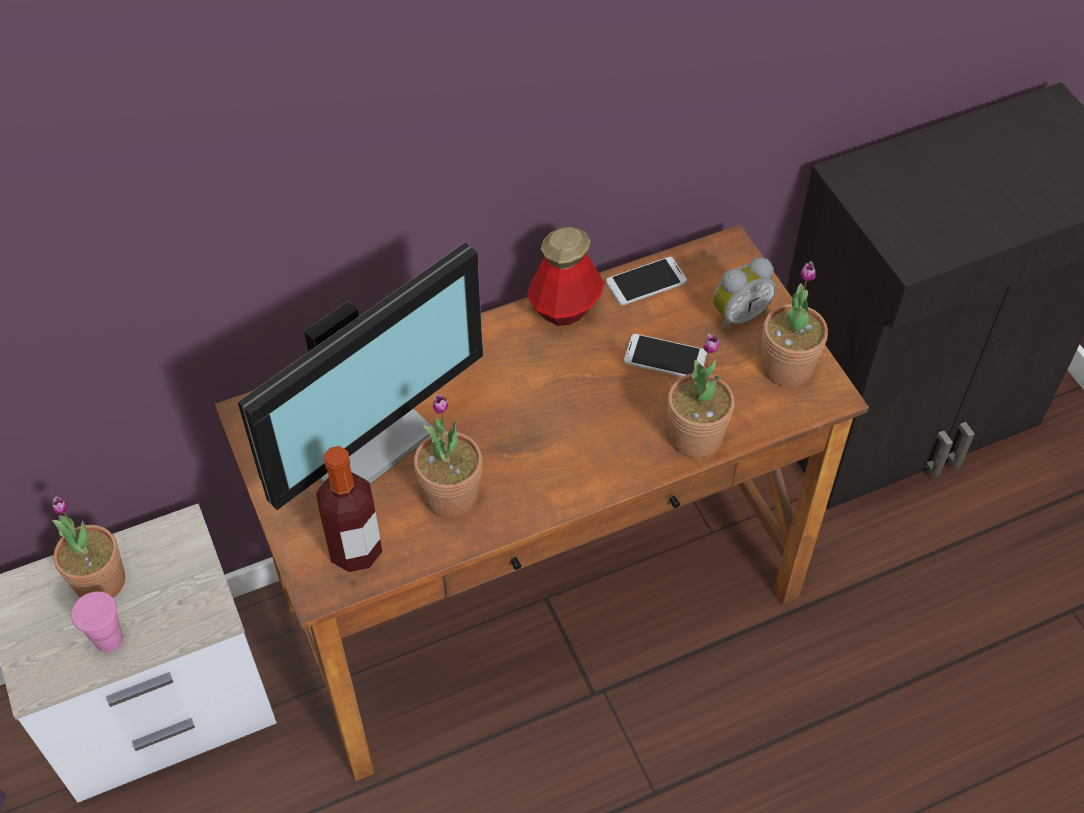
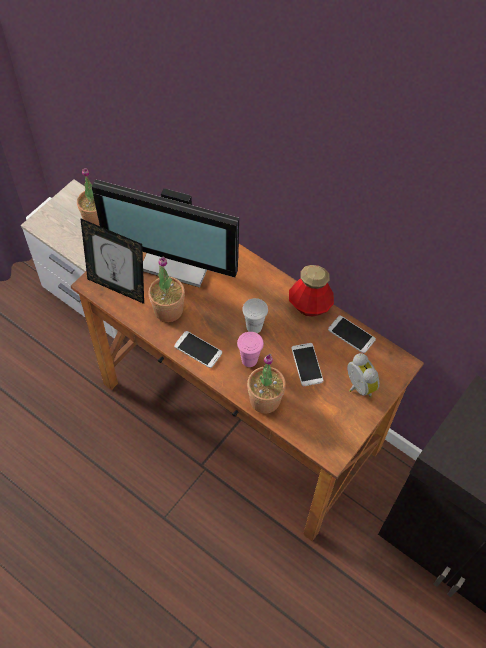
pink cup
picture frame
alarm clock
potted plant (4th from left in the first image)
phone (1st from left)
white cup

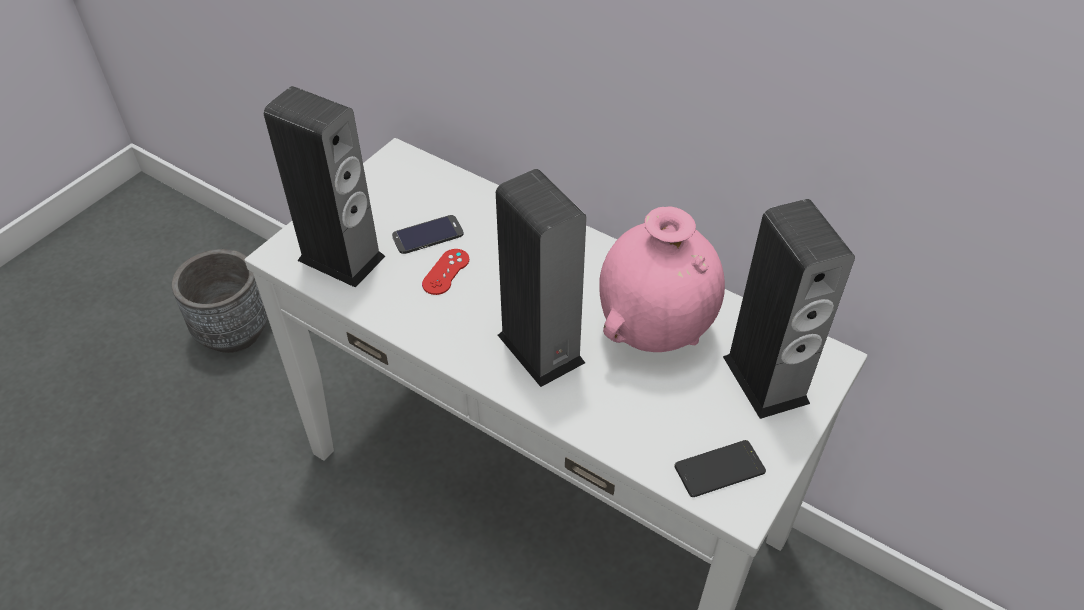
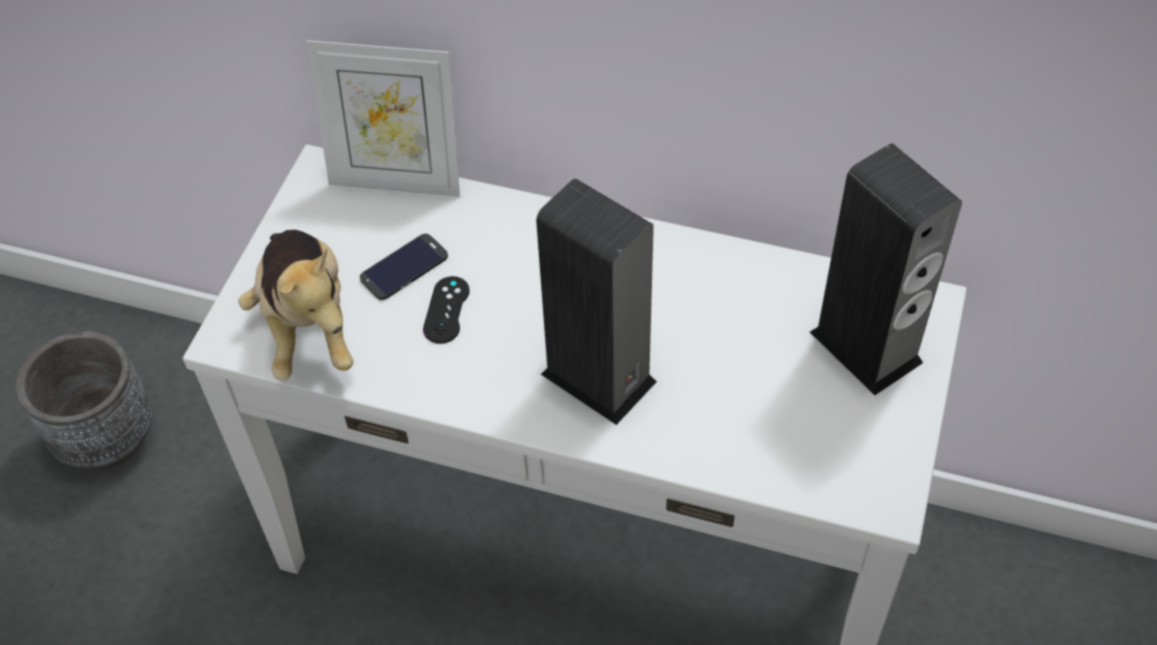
plush toy
black game controller
pink vase
phone (2nd from left in the first image)
picture frame

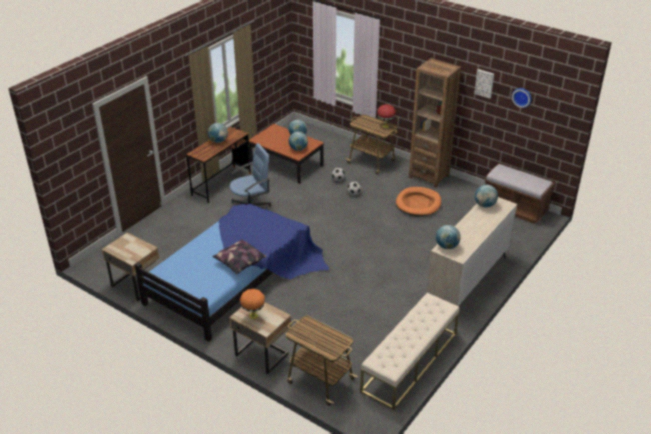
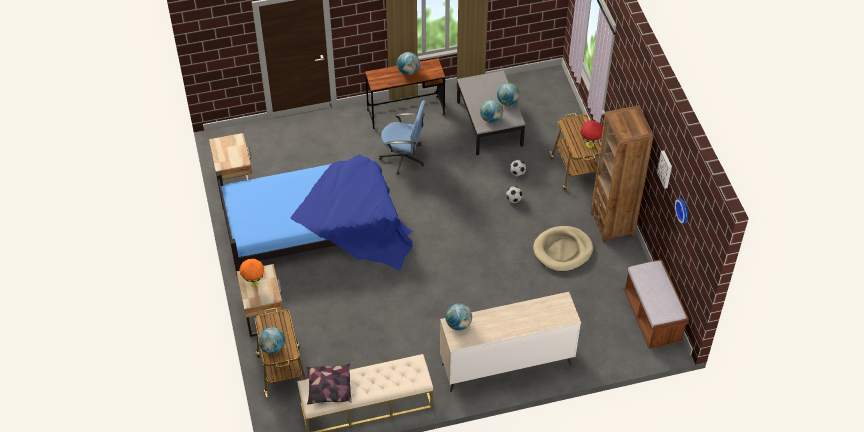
pillow
grey coffee table
beige dog bed
globe (1st from left)

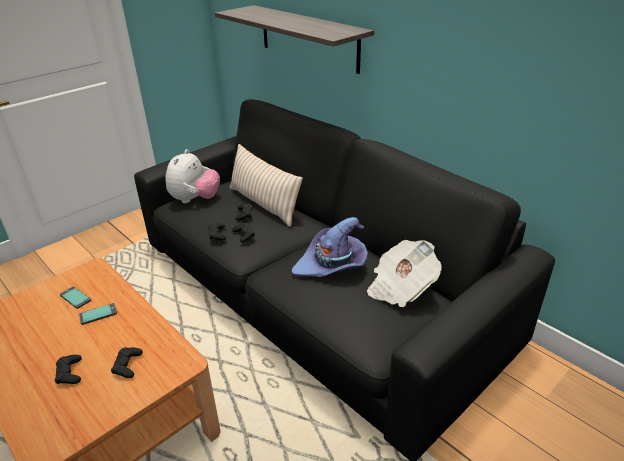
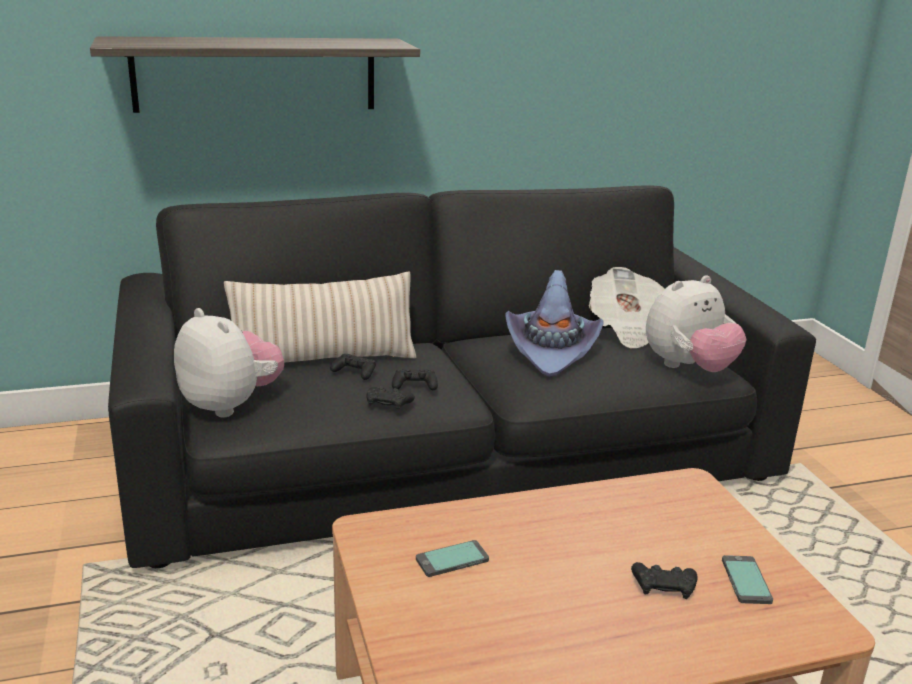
phone (2nd from left)
black game controller (2nd from left in the first image)
plush toy (2nd from left)

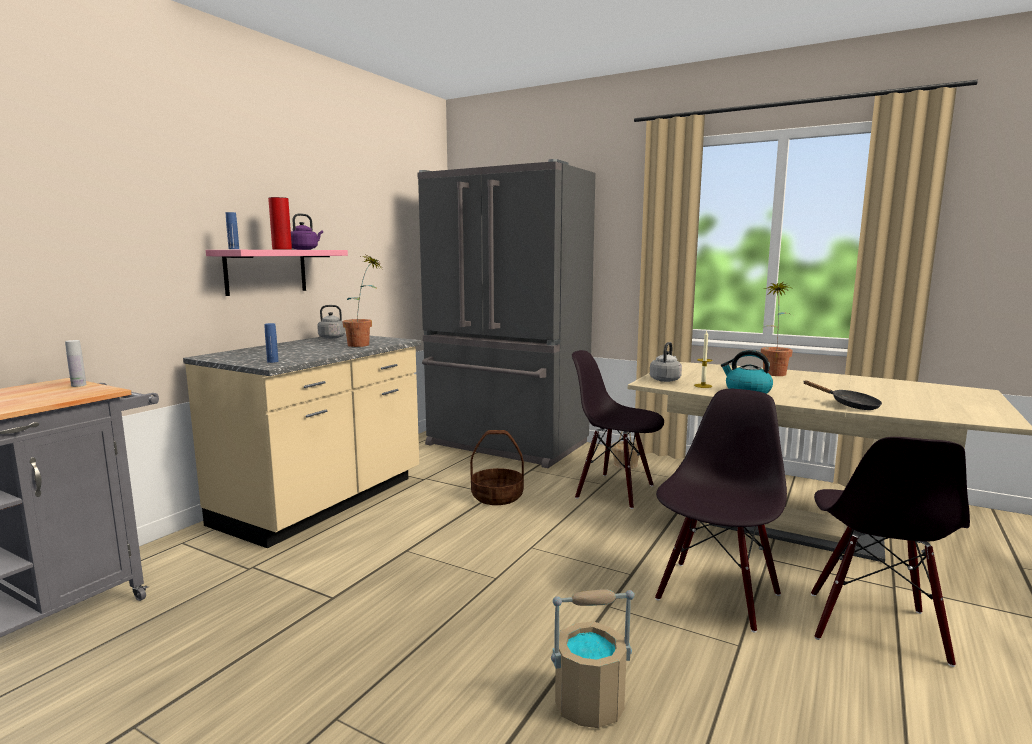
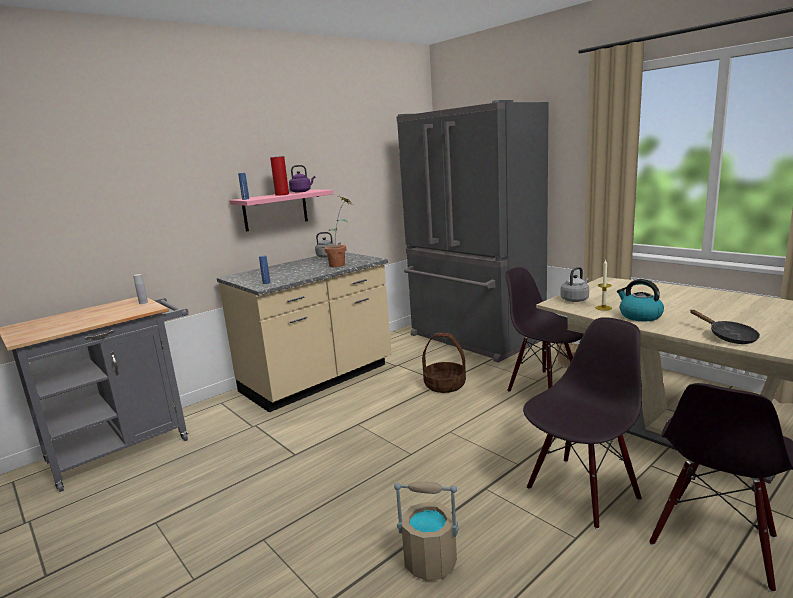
potted plant (2nd from left in the first image)

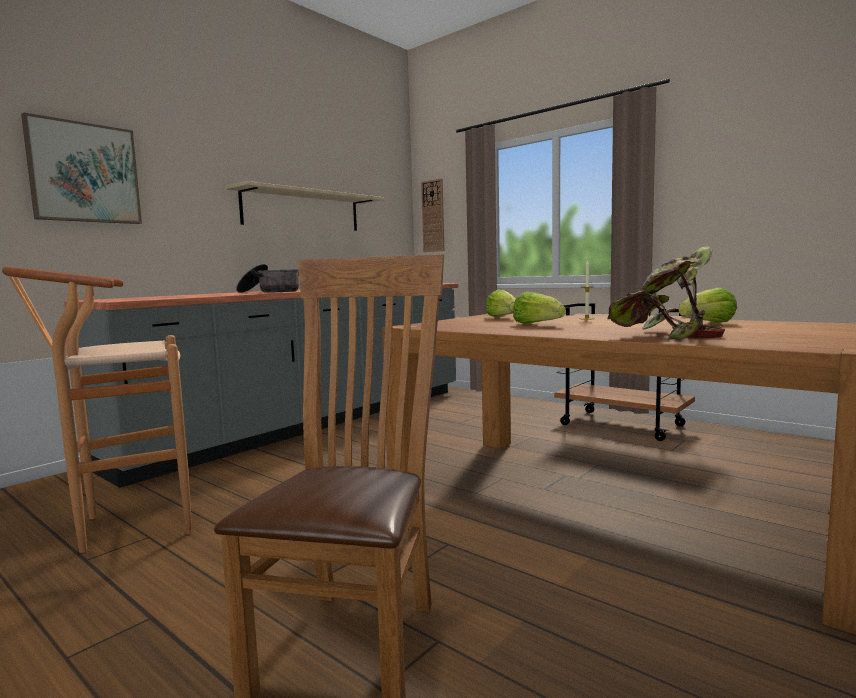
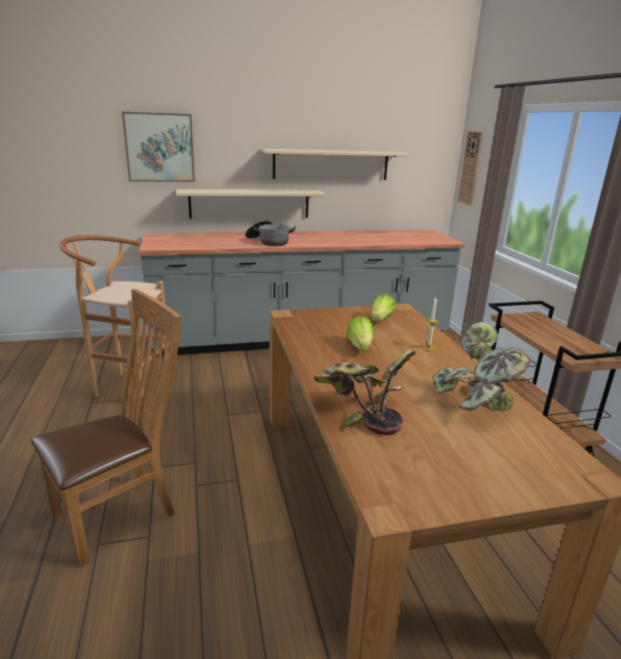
potted plant (2nd from left)
beige shelf (1st from left)

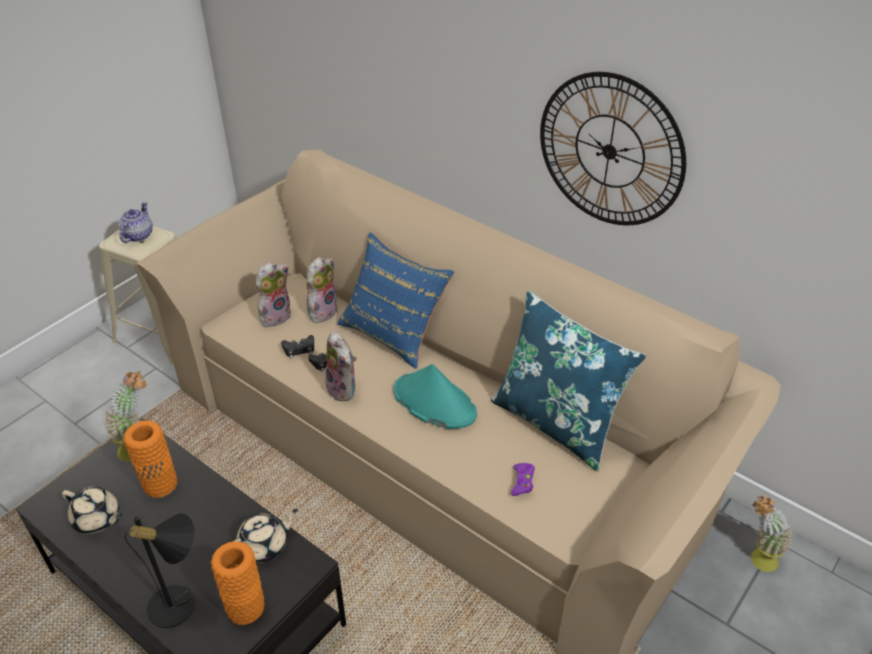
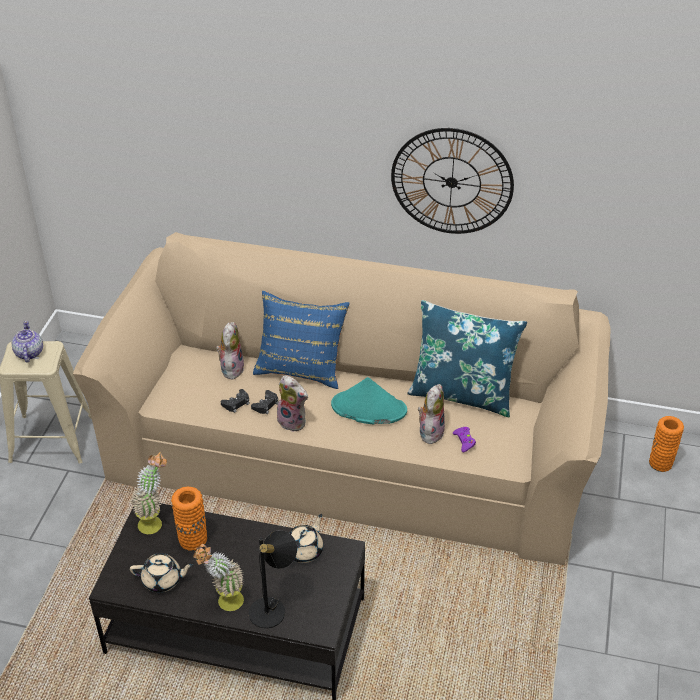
orange vase (2nd from left)
plush toy (3rd from left)
potted plant (2nd from left)

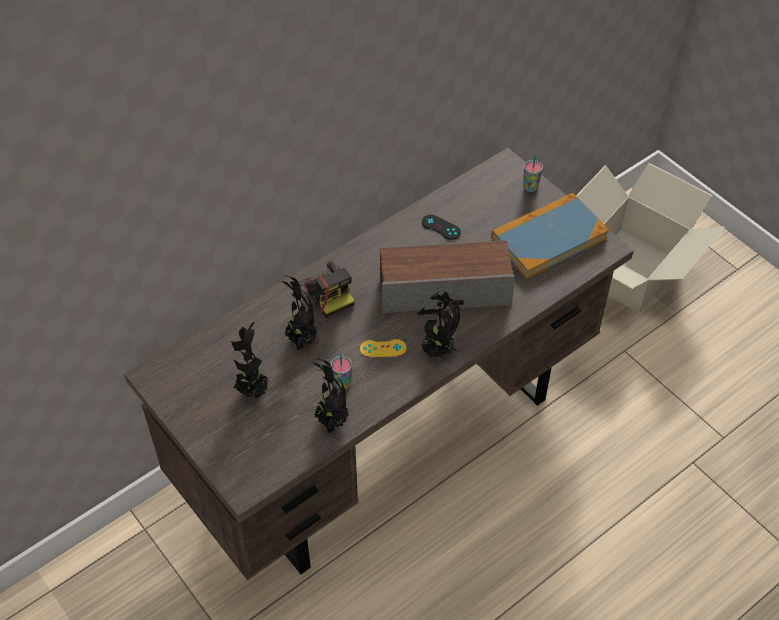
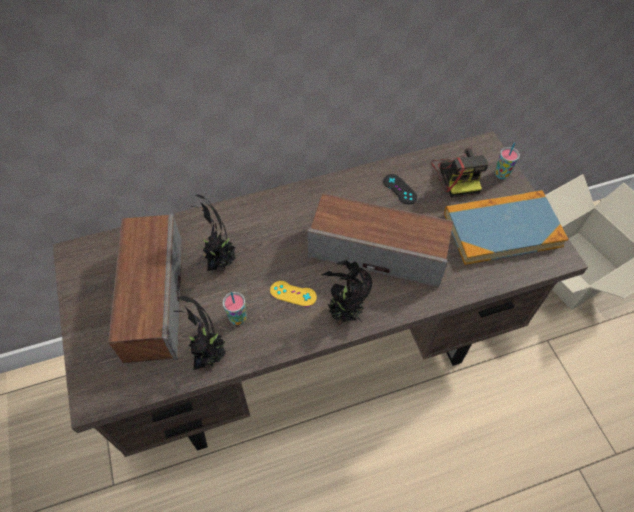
speaker (1st from left)
photo camera

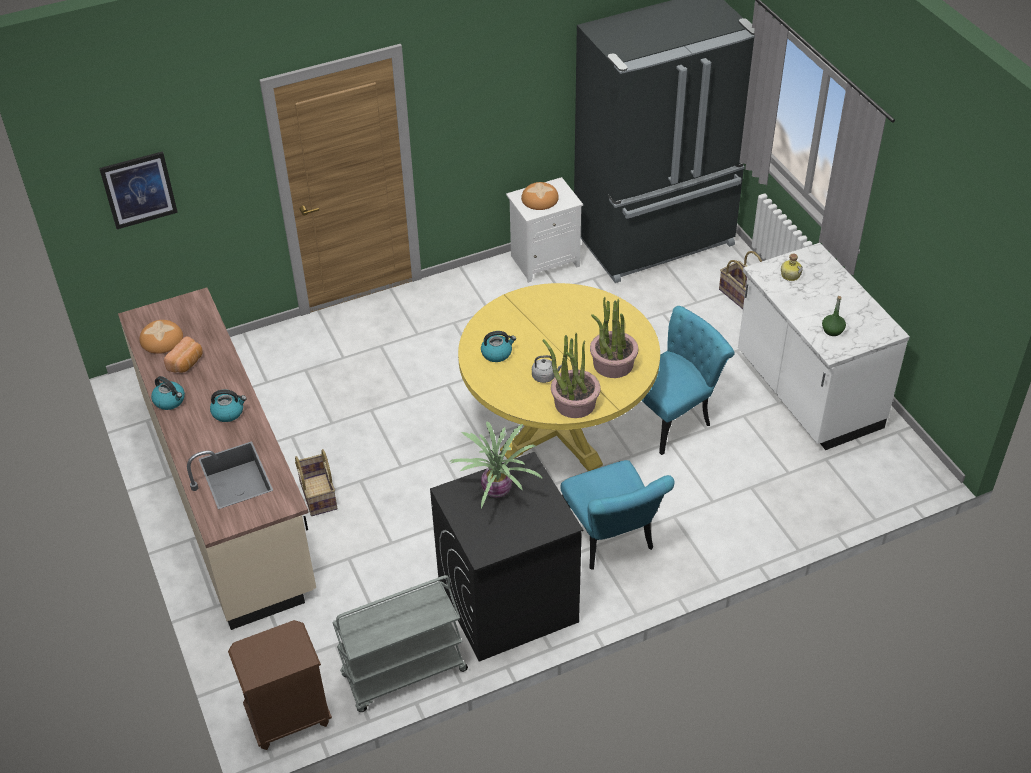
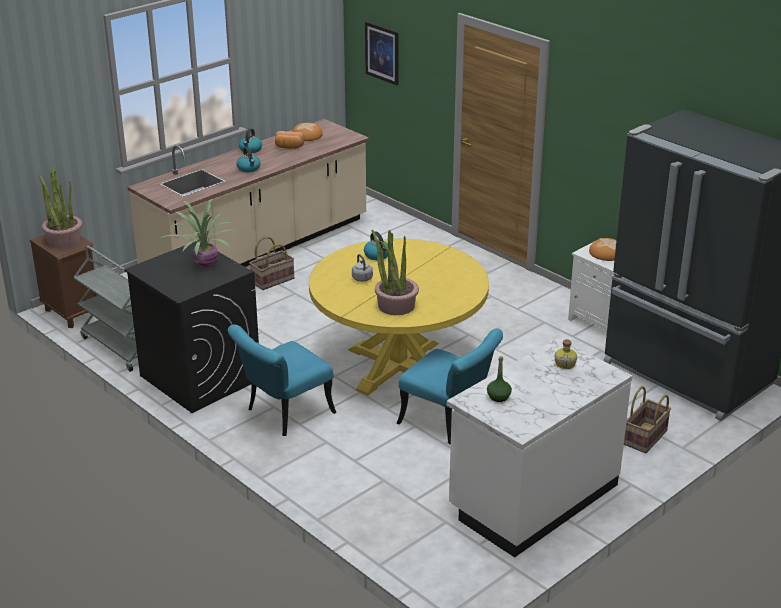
potted plant (1st from left)

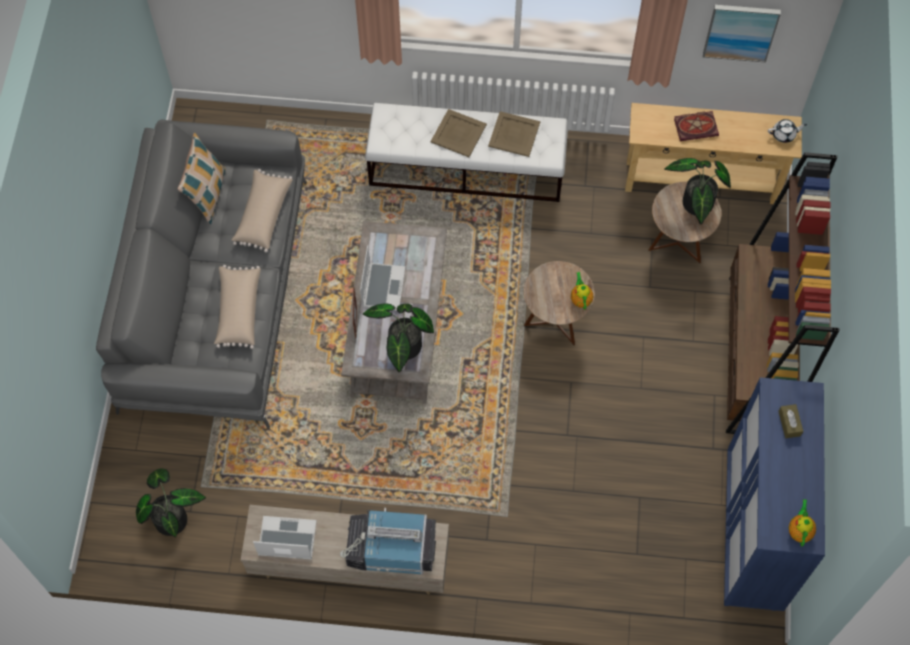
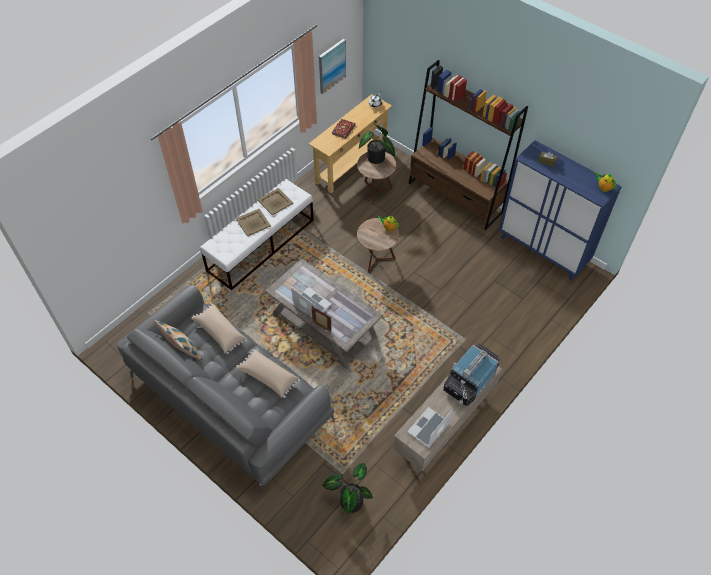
potted plant (2nd from left in the first image)

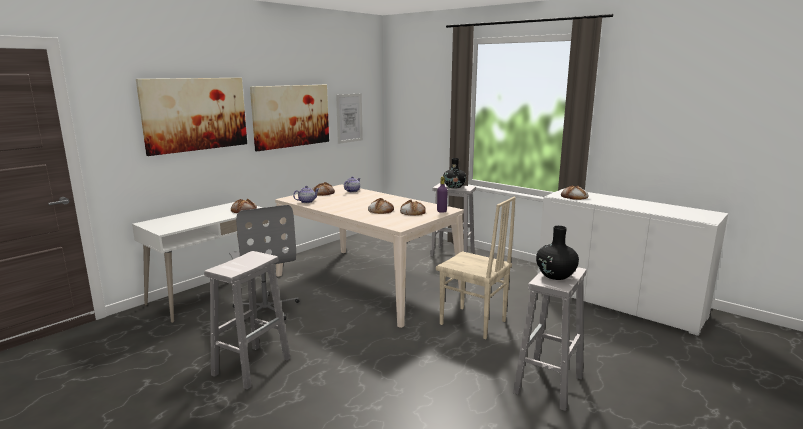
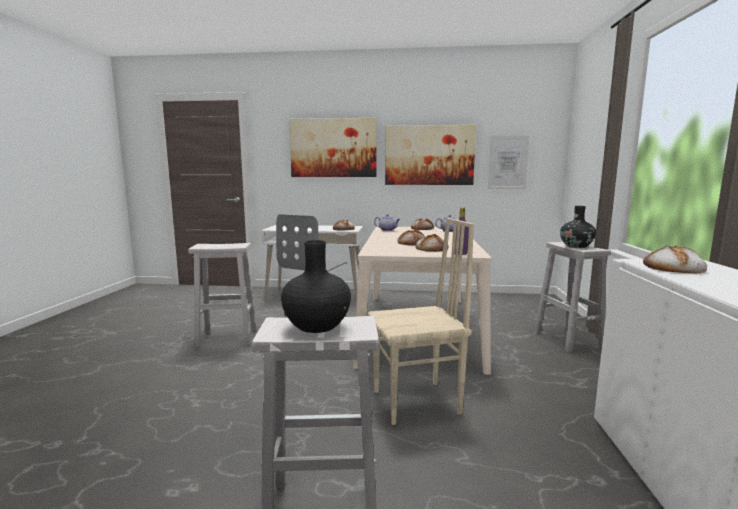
beige chair

